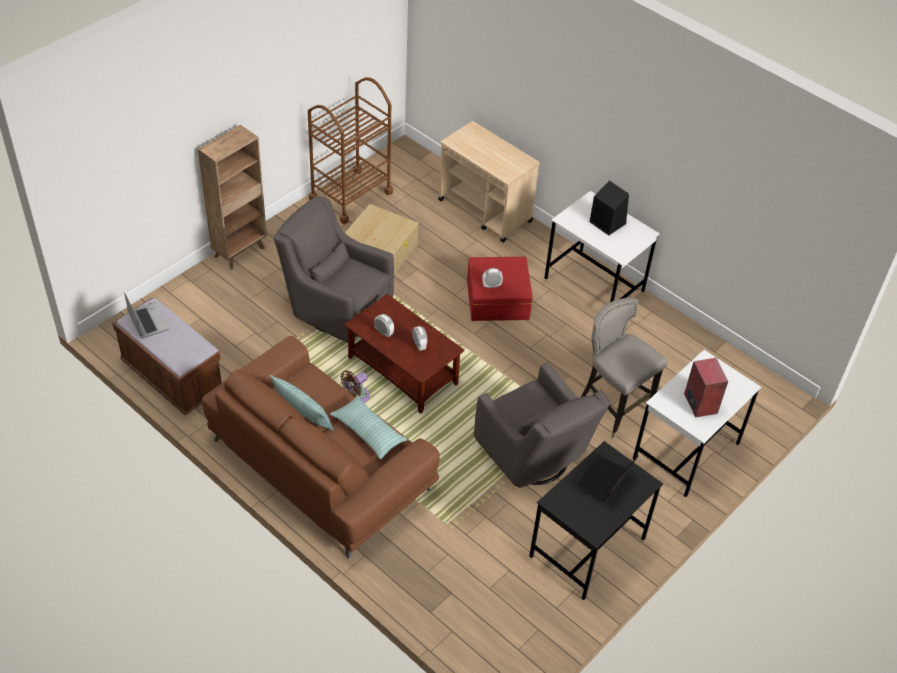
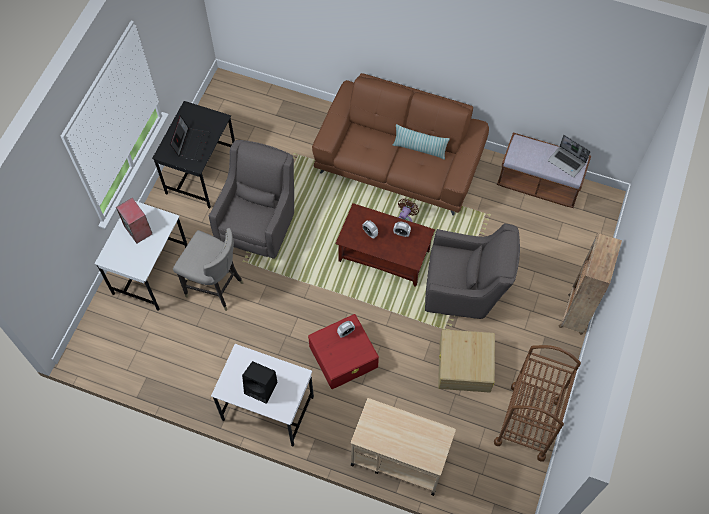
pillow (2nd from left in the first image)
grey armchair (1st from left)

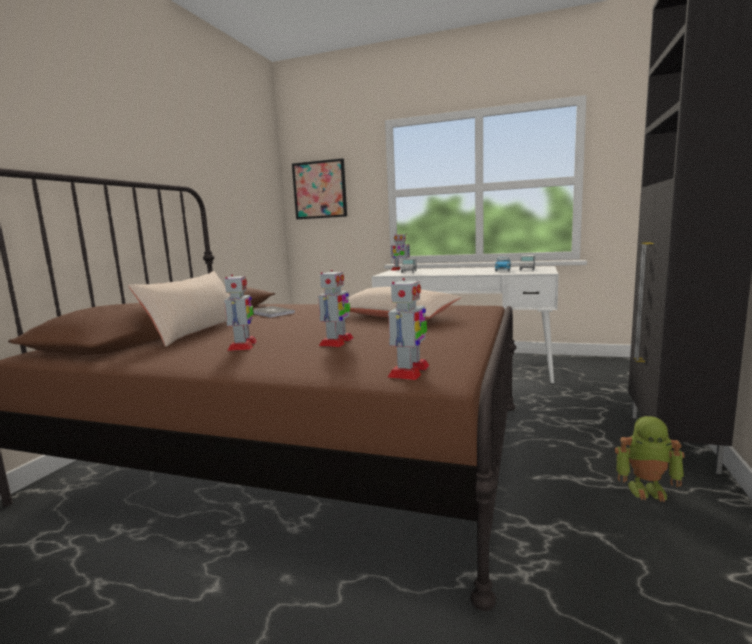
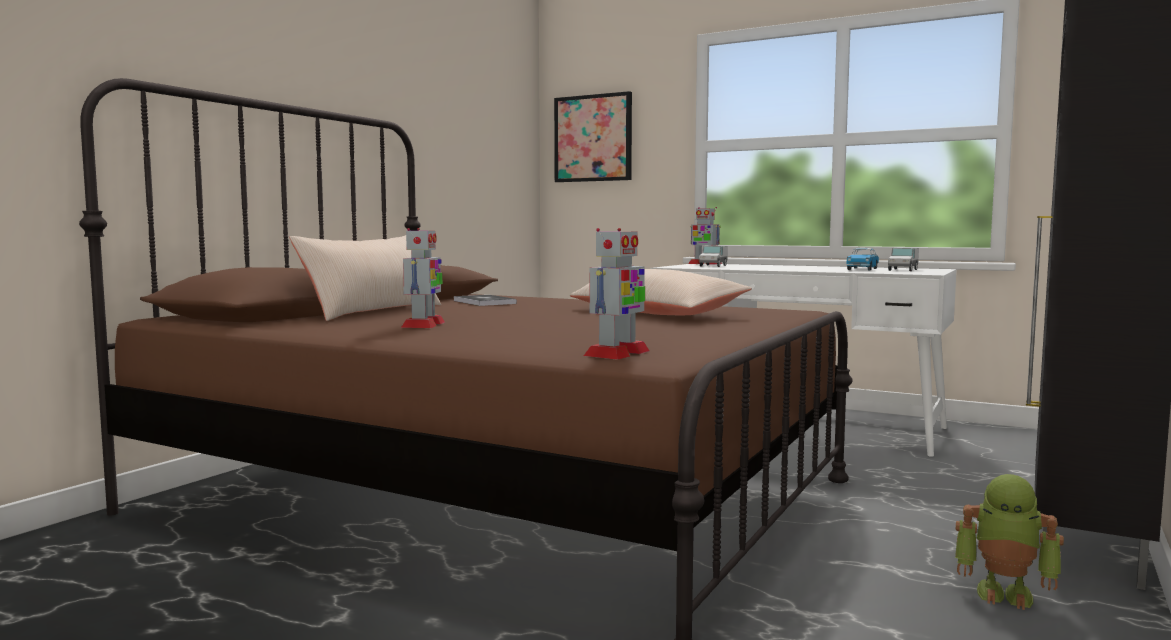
toy robot (2nd from left in the first image)

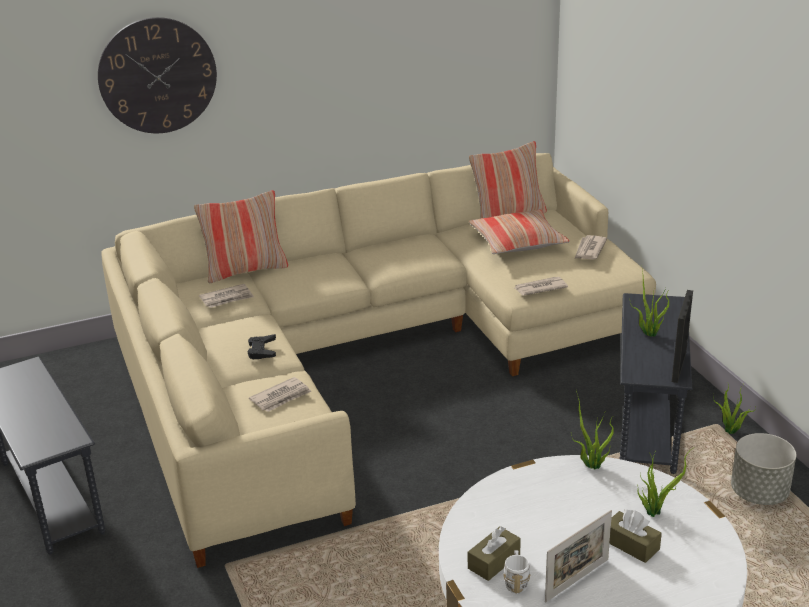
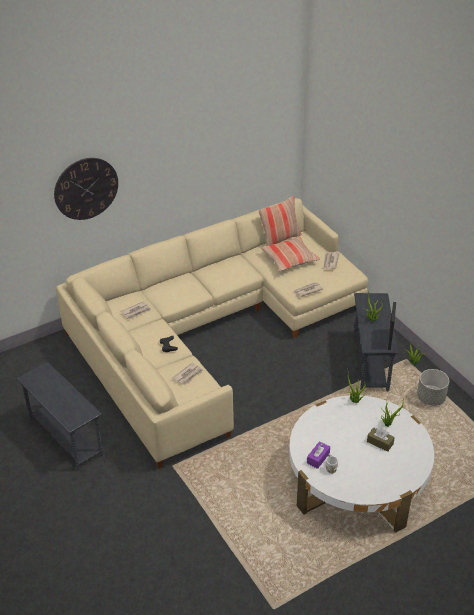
pillow (1st from left in the first image)
purple tissue box
picture frame (1st from left in the first image)

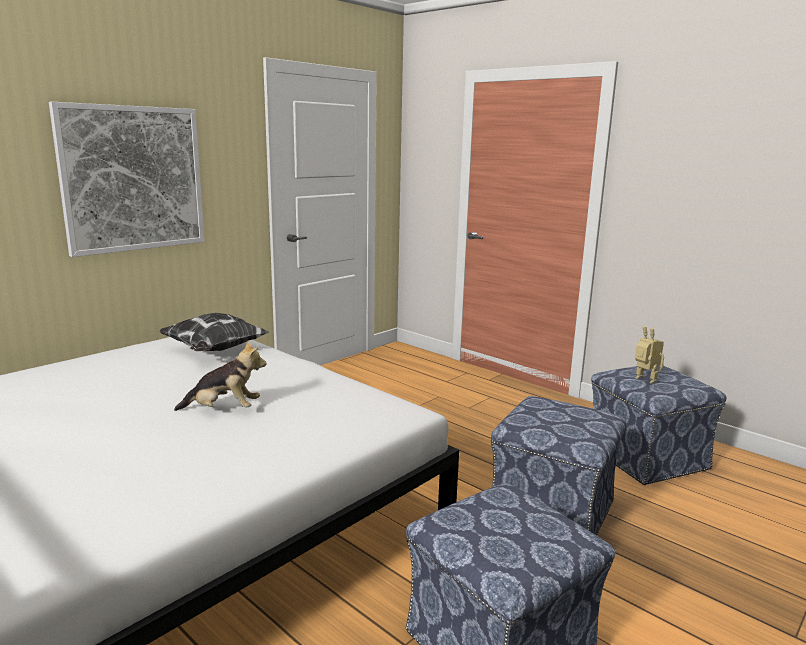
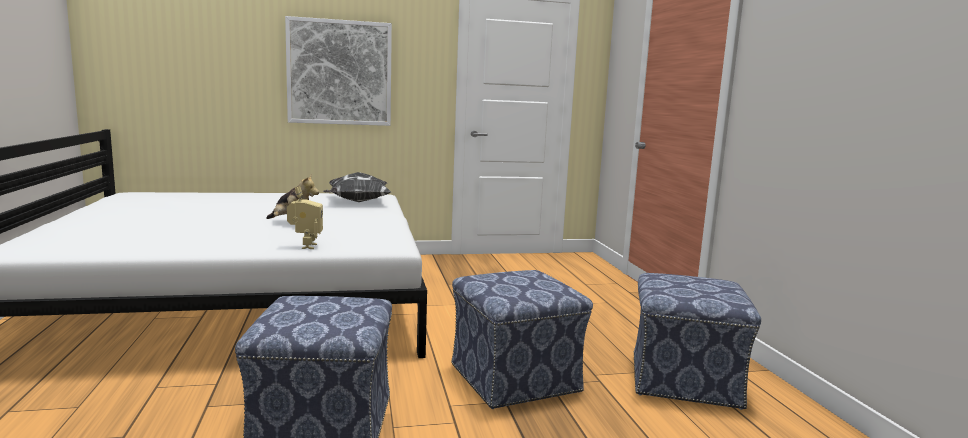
toy robot

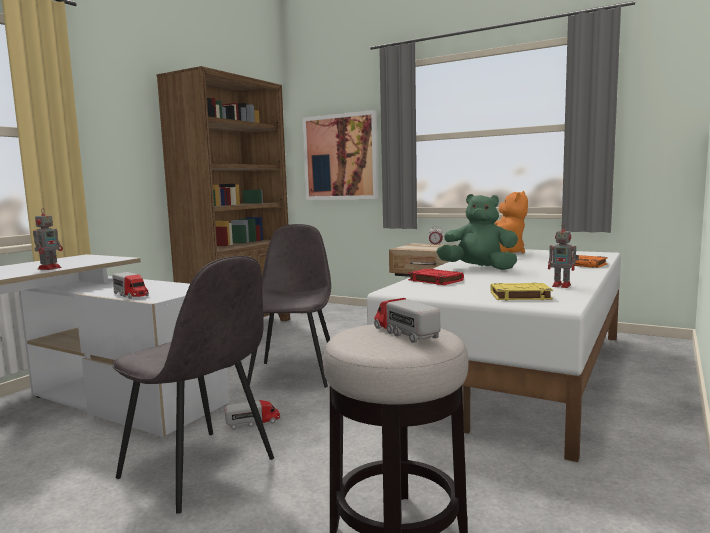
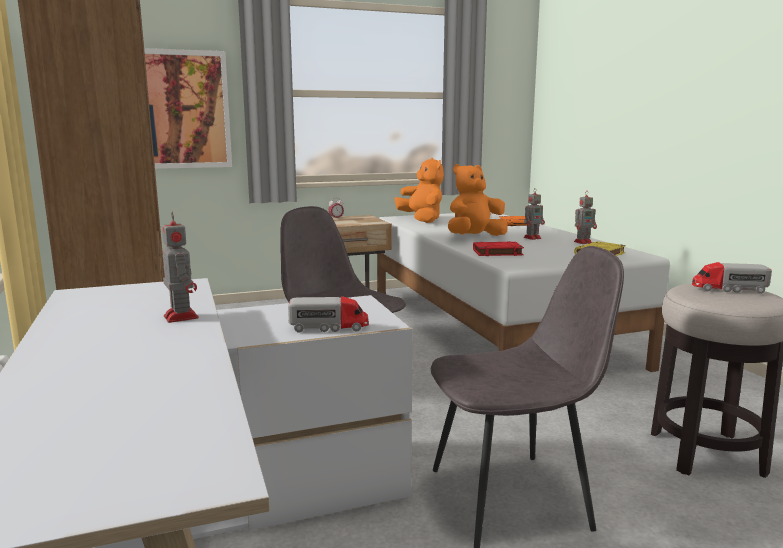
toy truck (2nd from left in the first image)
orange plush toy (2nd from left)
toy robot (2nd from left)

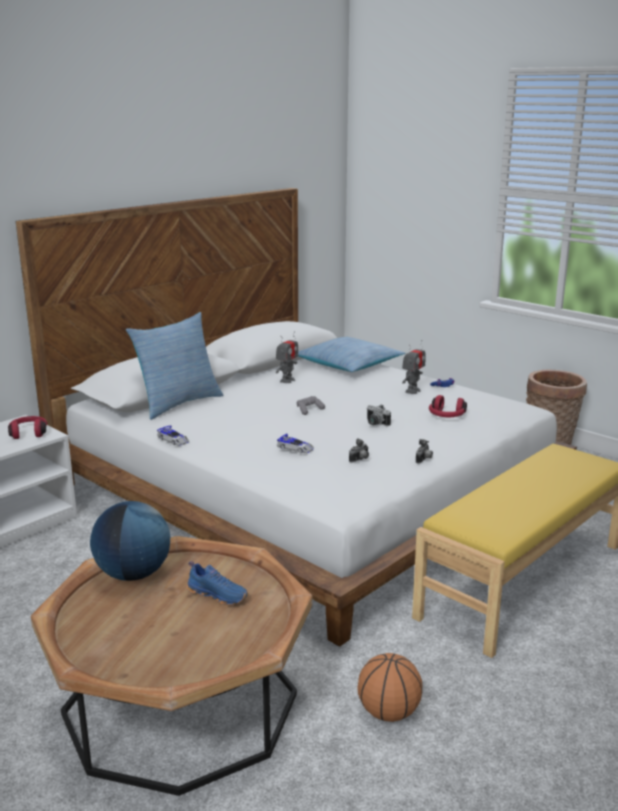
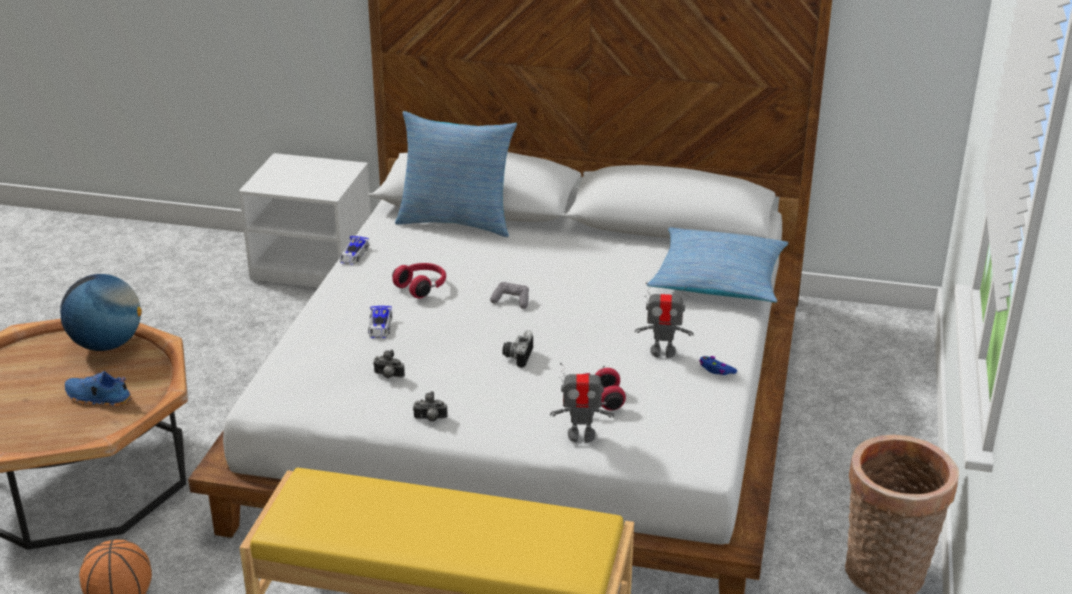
red headphones (1st from left)
blue shoe
toy robot (1st from left)

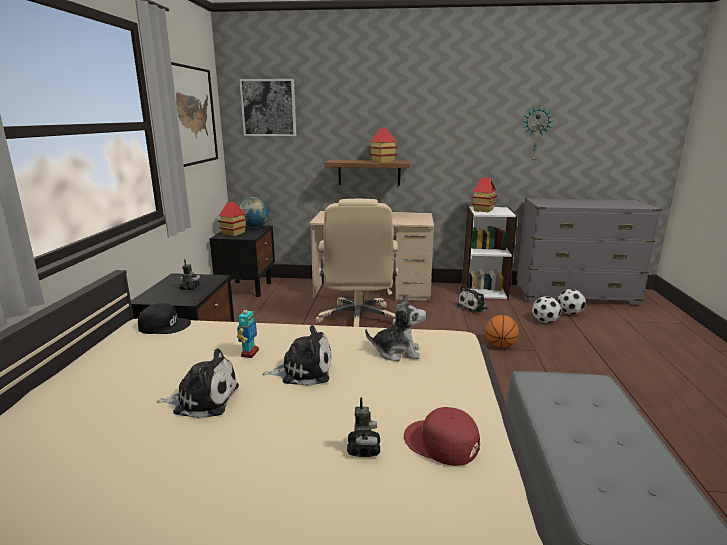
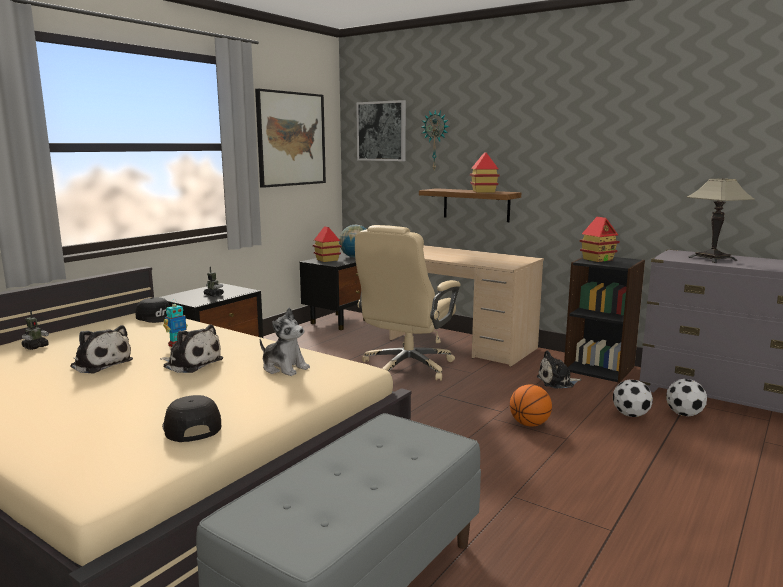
toy robot (1st from left)
black cap (2nd from left)
black bookcase
wall clock
table lamp

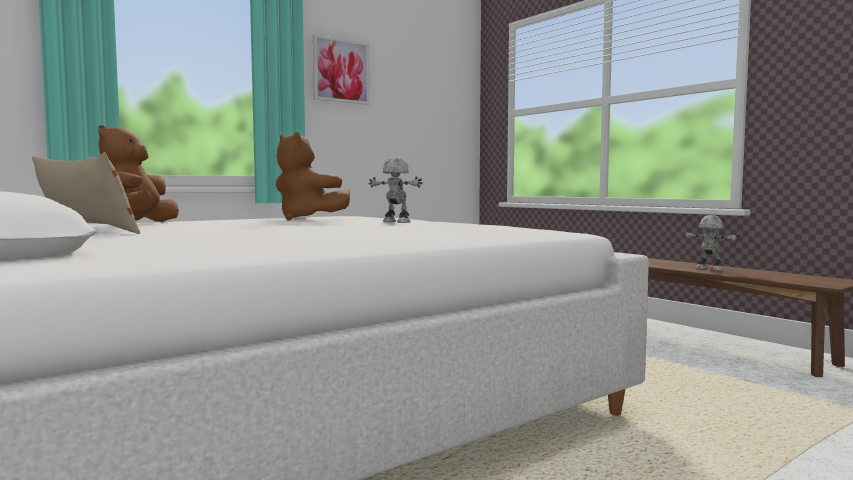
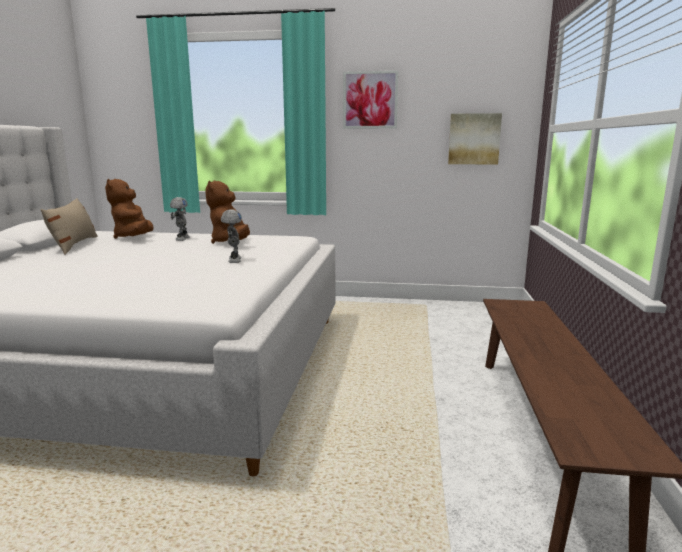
brown plush toy (1st from left)
toy robot (1st from left)
picture (2nd from left)

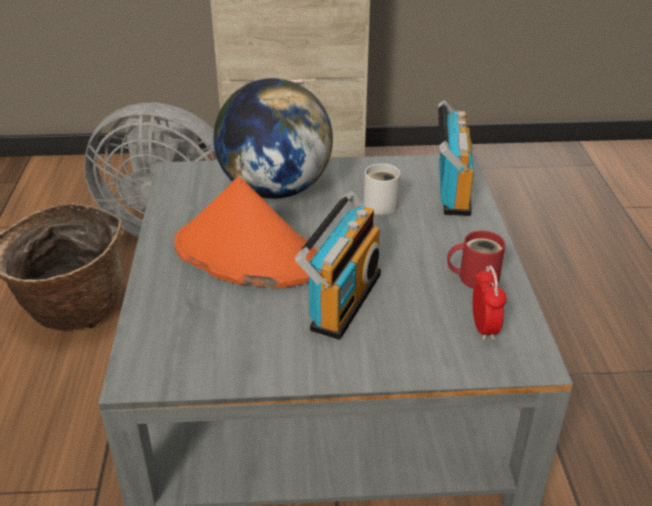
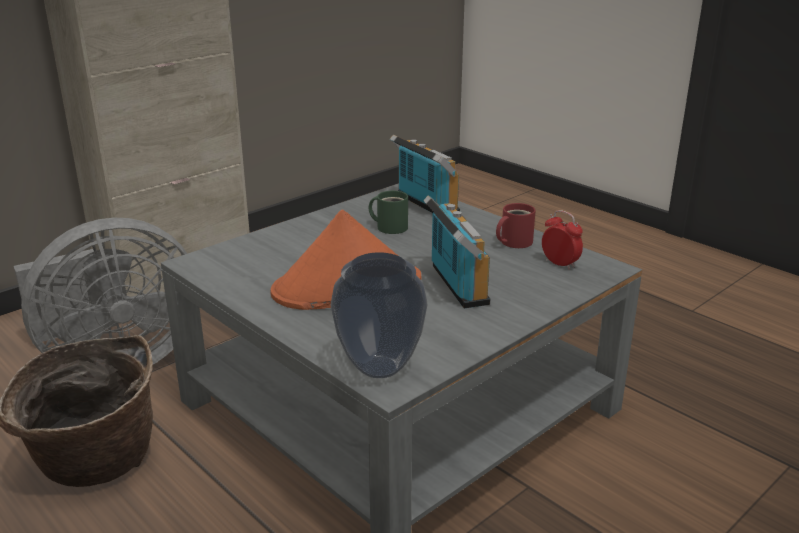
globe
green mug
vase

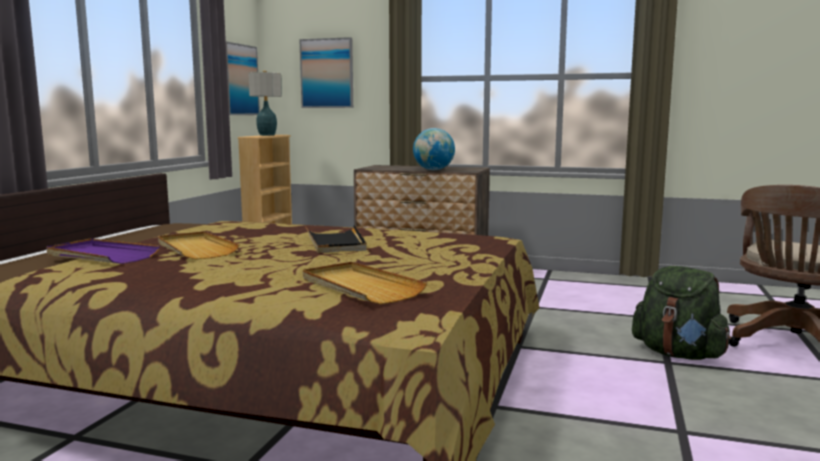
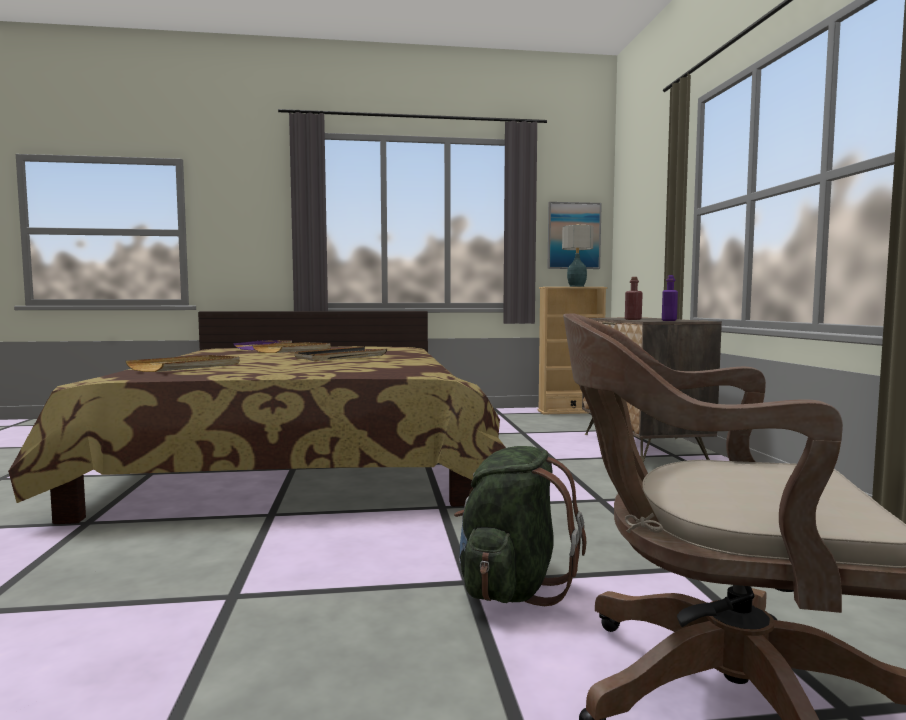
picture (2nd from left in the first image)
red bottle
purple bottle

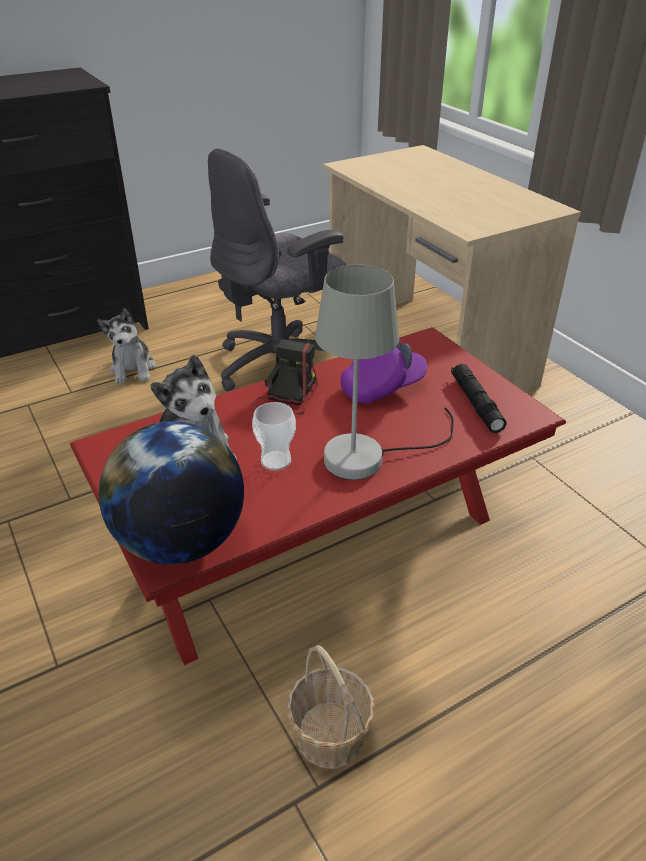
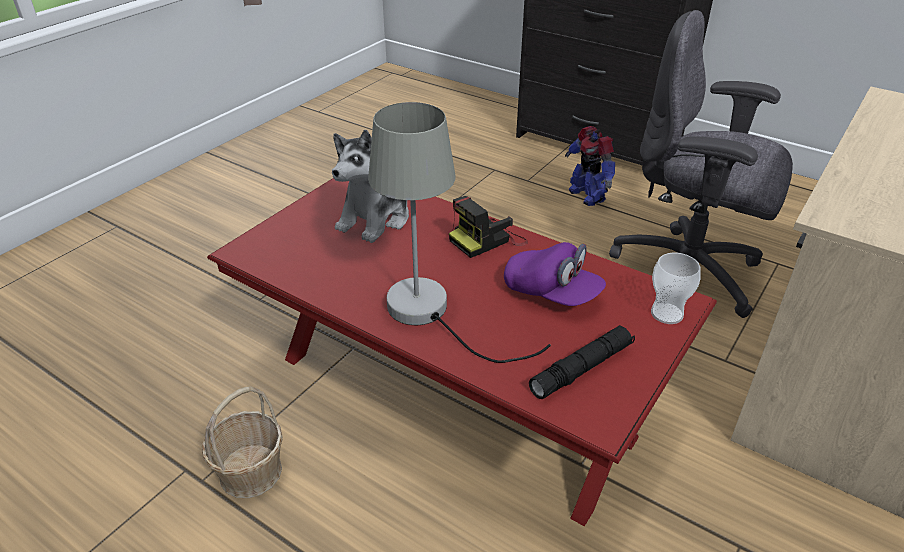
toy robot
globe
photo camera
cup

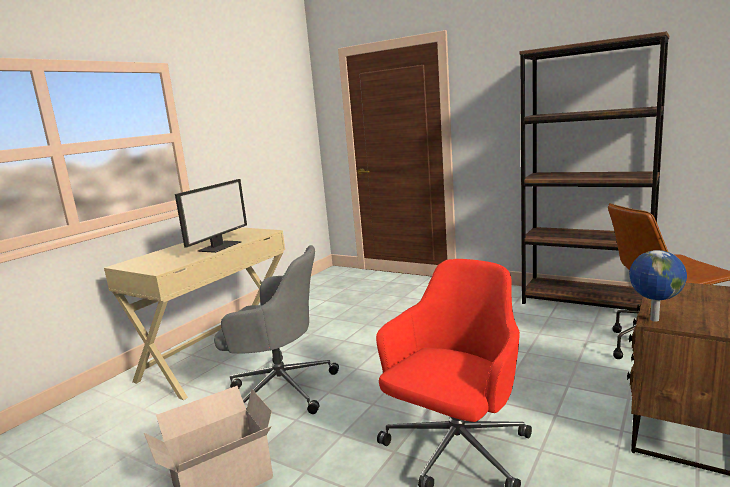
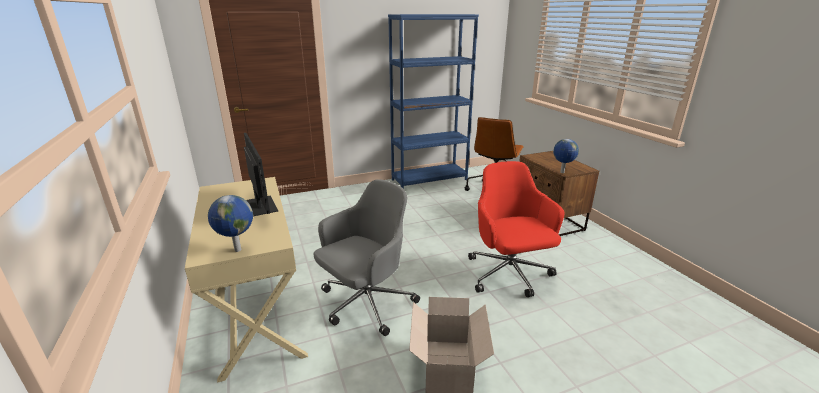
blue bookcase
globe (1st from left)

